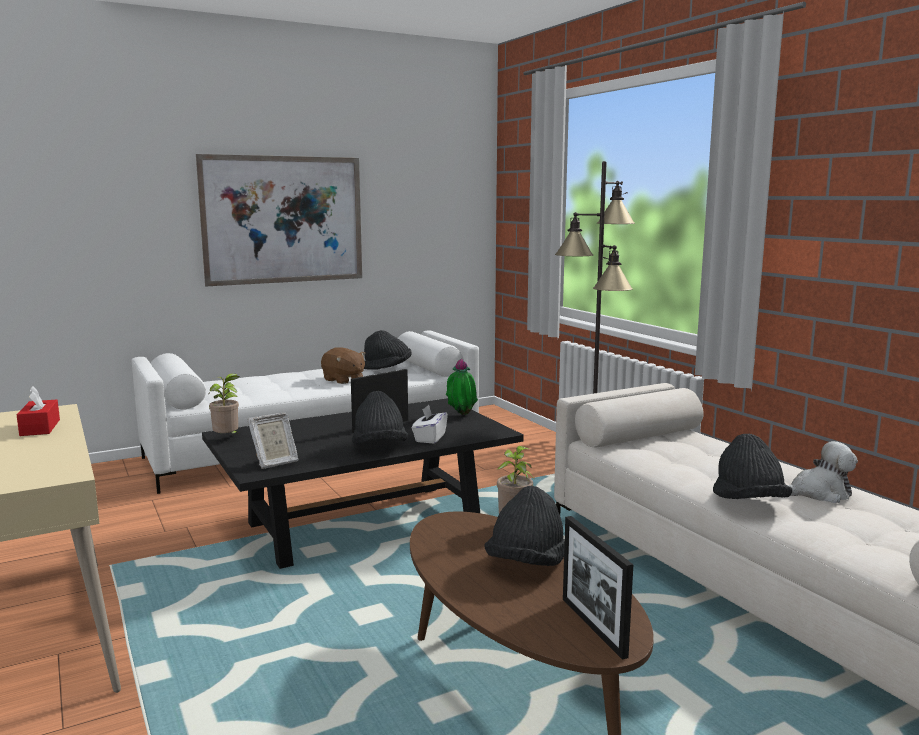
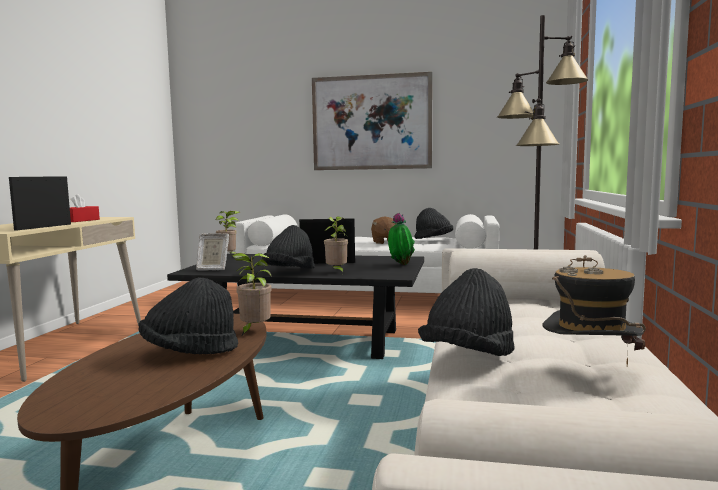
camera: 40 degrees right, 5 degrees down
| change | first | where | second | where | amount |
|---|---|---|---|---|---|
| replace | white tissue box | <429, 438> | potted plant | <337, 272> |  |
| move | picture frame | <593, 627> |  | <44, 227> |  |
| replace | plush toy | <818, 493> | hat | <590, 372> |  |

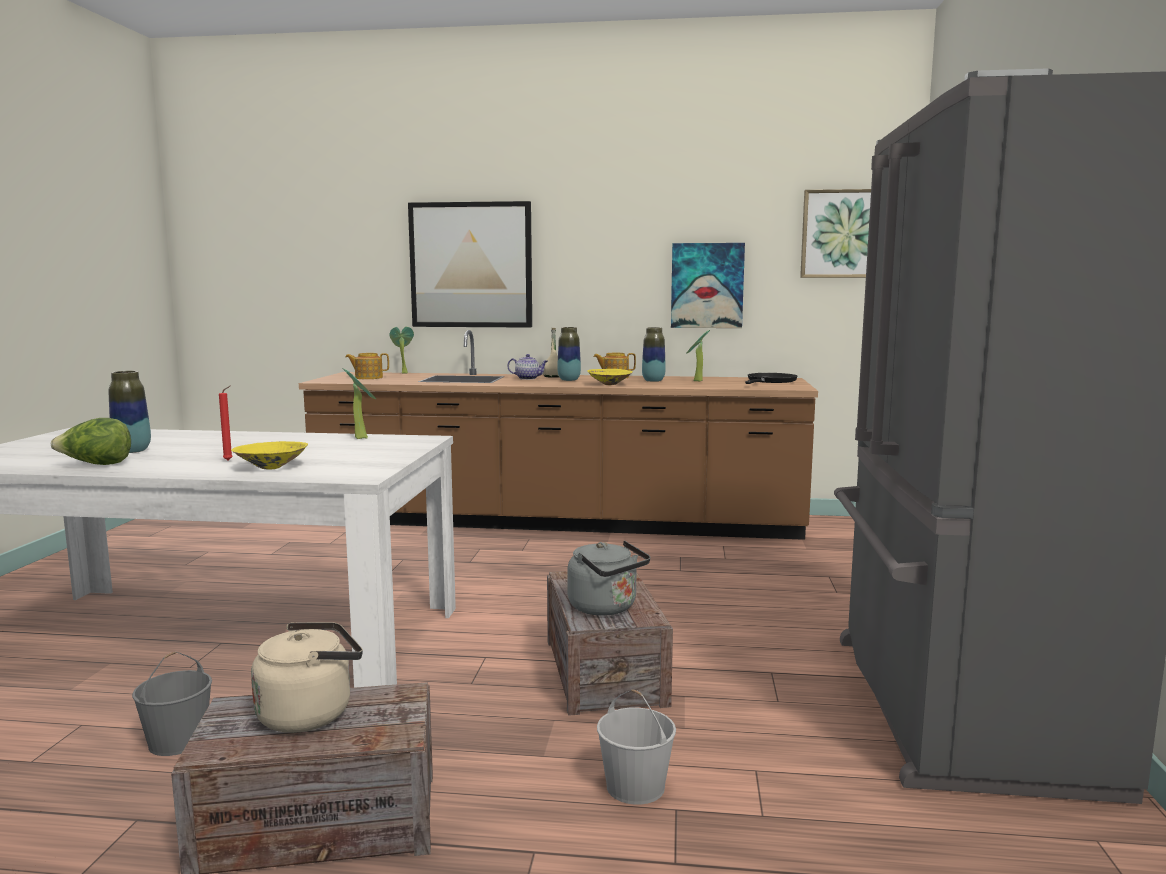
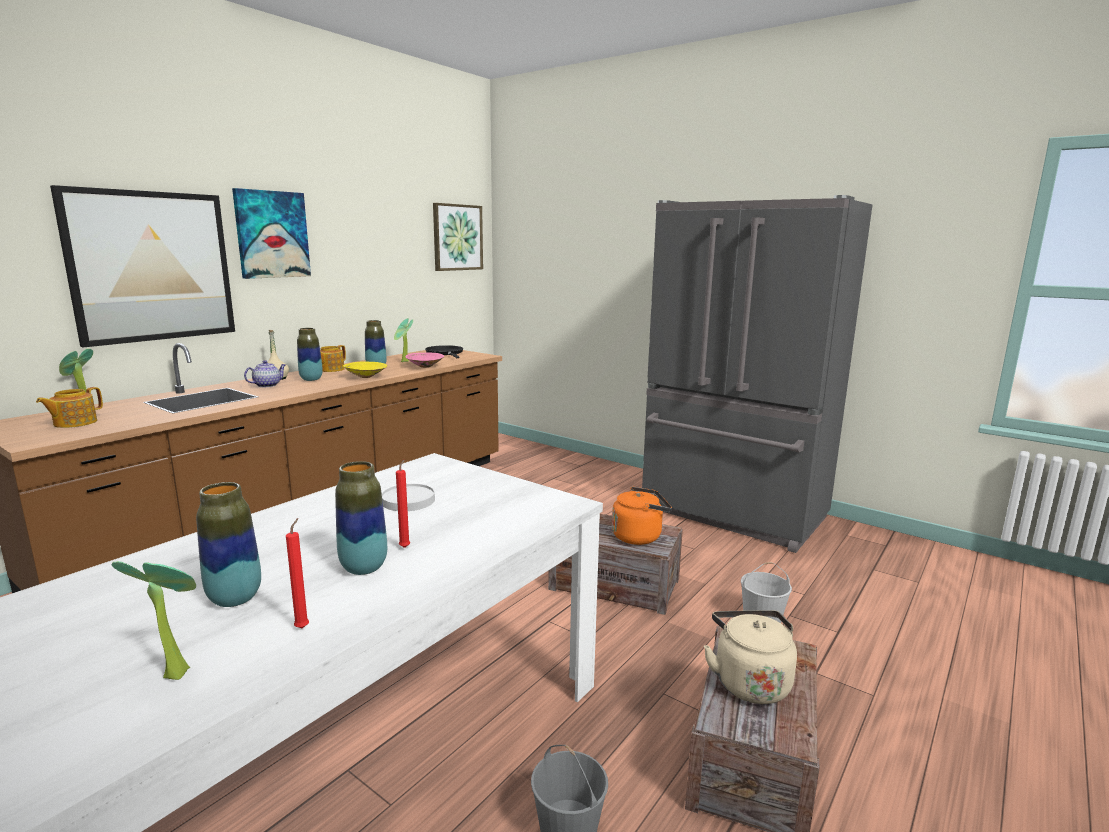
camera: 60 degrees left, 5 degrees up
| change | first | where | second | where | amount |
|---|---|---|---|---|---|
| replace | lettuce | <96, 465> | red candle | <303, 627> |  |
| delete | yellow bowl | <271, 467> |  |  |  |
| move | potted plant | <362, 437> |  | <175, 671> |  |
| recolor | grey kettle | <606, 608> | orange kettle | <639, 536> |  |
| move | picture | <707, 285> |  | <272, 234> |  |
| insert |  |  | vase | <364, 568> |  |
| insert |  |  | white plate | <408, 501> |  |
| insert |  |  | pink bowl | <425, 367> |  |

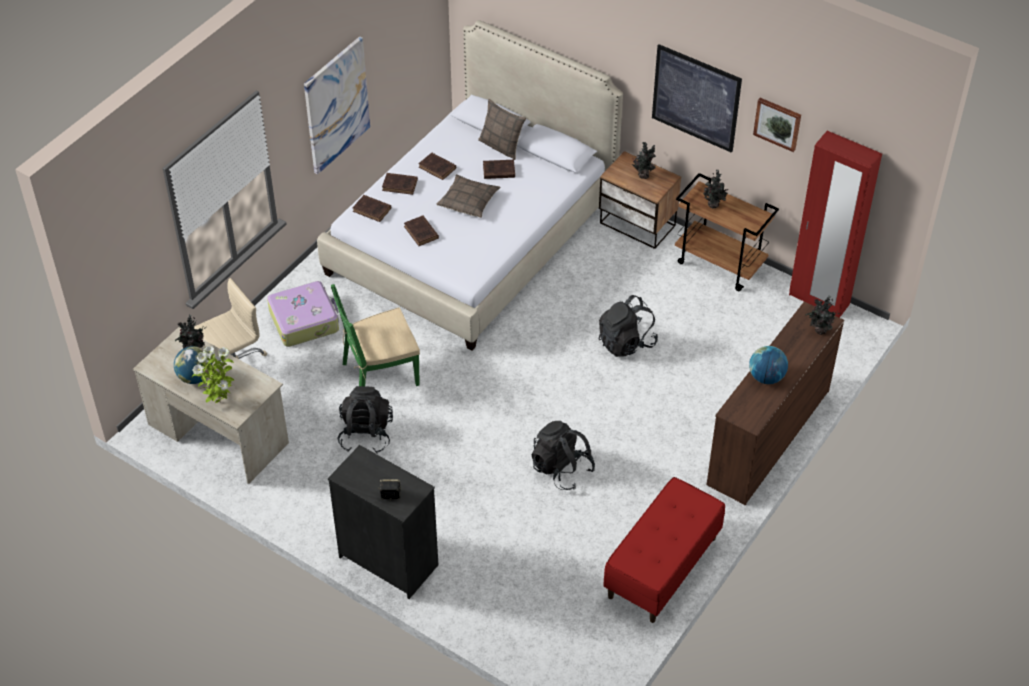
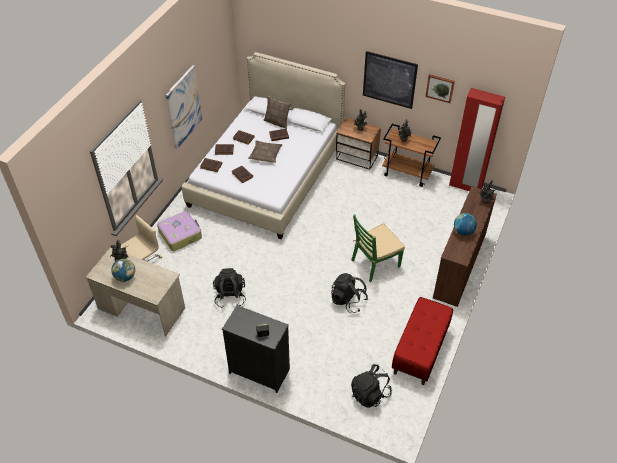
camera: 10 degrees left, 0 degrees up
| change | first | where | second | where | amount |
|---|---|---|---|---|---|
| delete | potted plant | <219, 401> |  |  |  |
| move | green chair | <379, 374> |  | <375, 263> |  |
| move | black backpack | <626, 342> |  | <370, 394> |  |

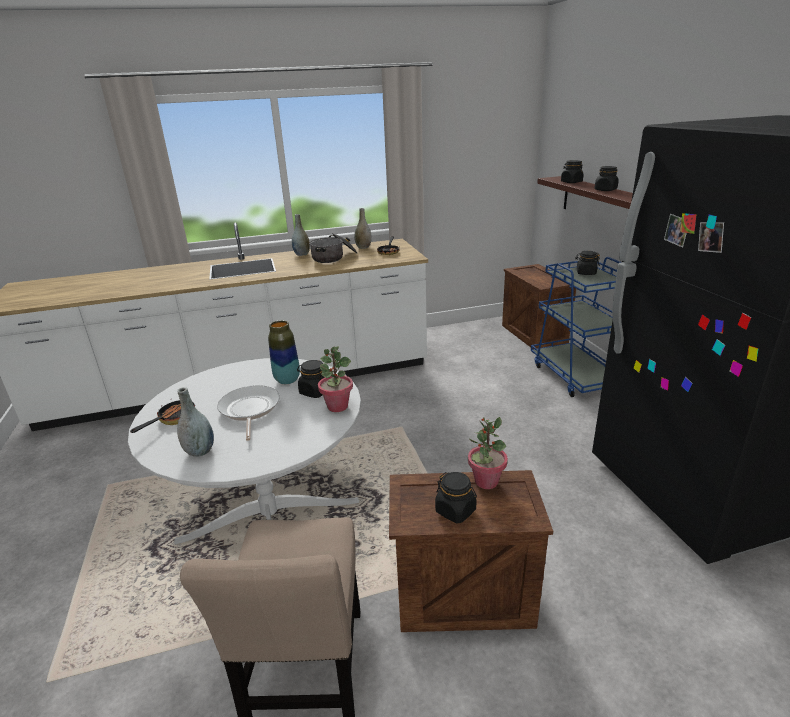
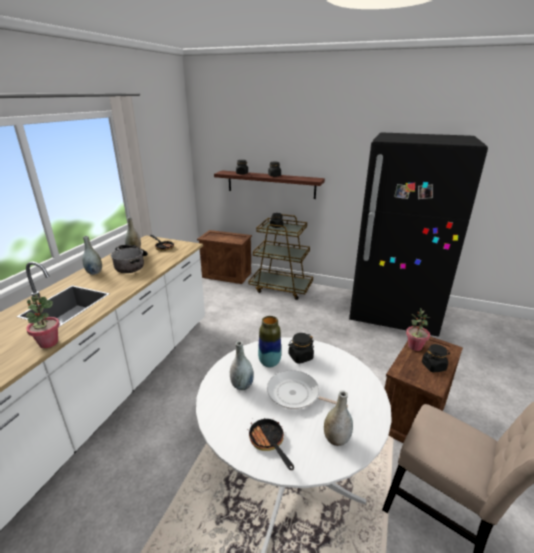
camera: 55 degrees left, 0 degrees up
| change | first | where | second | where | amount |
|---|---|---|---|---|---|
| move | potted plant | <337, 406> |  | <48, 343> |  |
| recolor | blue cart | <575, 375> | brown cart | <281, 288> |  |
| insert |  |  | grey vase | <242, 385> |  |

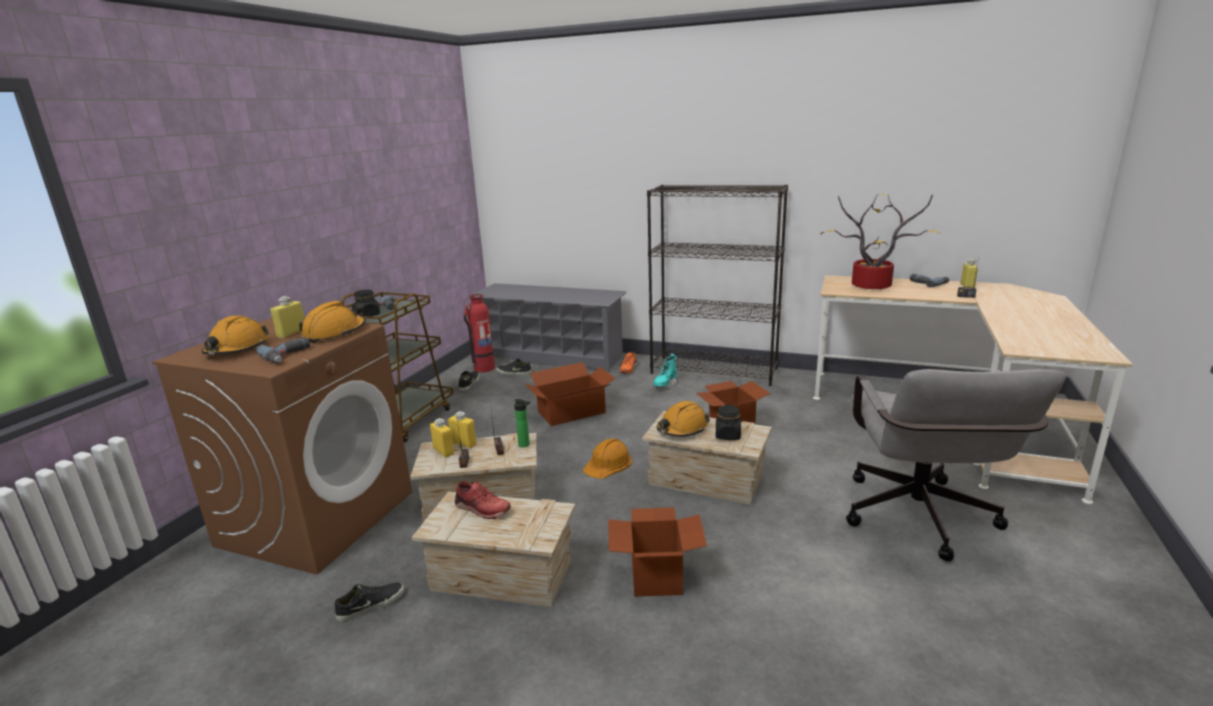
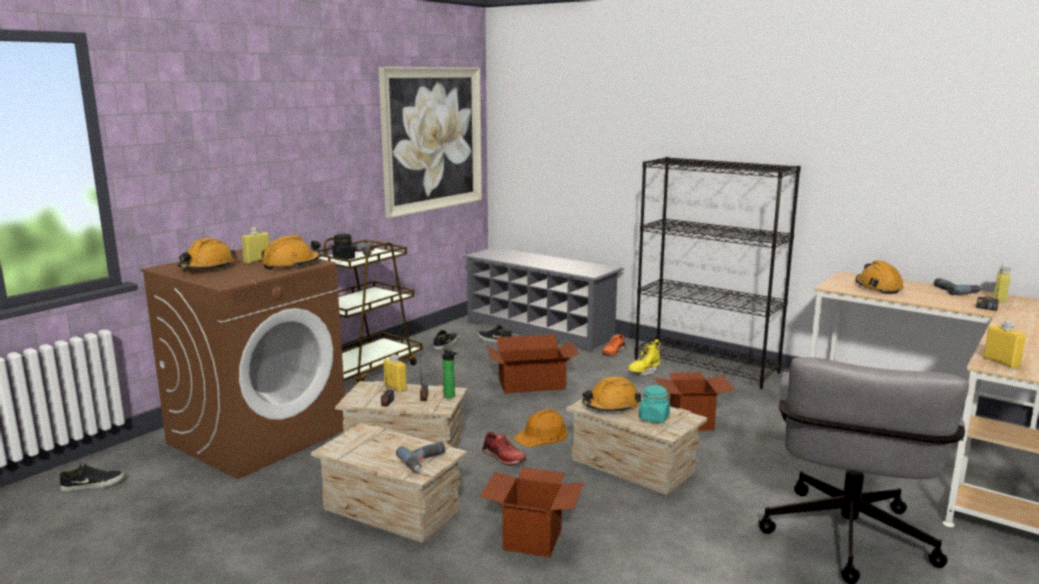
camera: 15 degrees right, 5 degrees down
| change | first | where | second | where | amount |
|---|---|---|---|---|---|
| move | power drill | <289, 356> |  | <425, 461> |  |
| move | black shoe | <371, 604> |  | <93, 484> |  |
| move | yellow bottle | <443, 451> |  | <1001, 362> |  |
| move | red shoe | <481, 509> |  | <503, 457> |  |
| delete | fire extinguisher | <483, 368> |  |  |  |
| recolor | turquoise boot | <665, 385> | yellow boot | <643, 372> |  |
| recolor | black jar | <728, 435> | turquoise jar | <654, 418> |  |
| replace | potted plant | <869, 287> | orange hard hat | <878, 287> |  |
| insert |  |  | picture | <432, 139> |  |

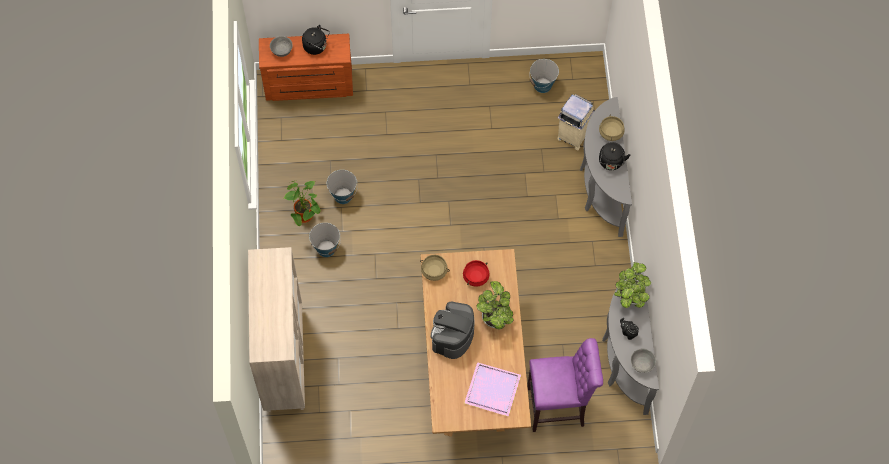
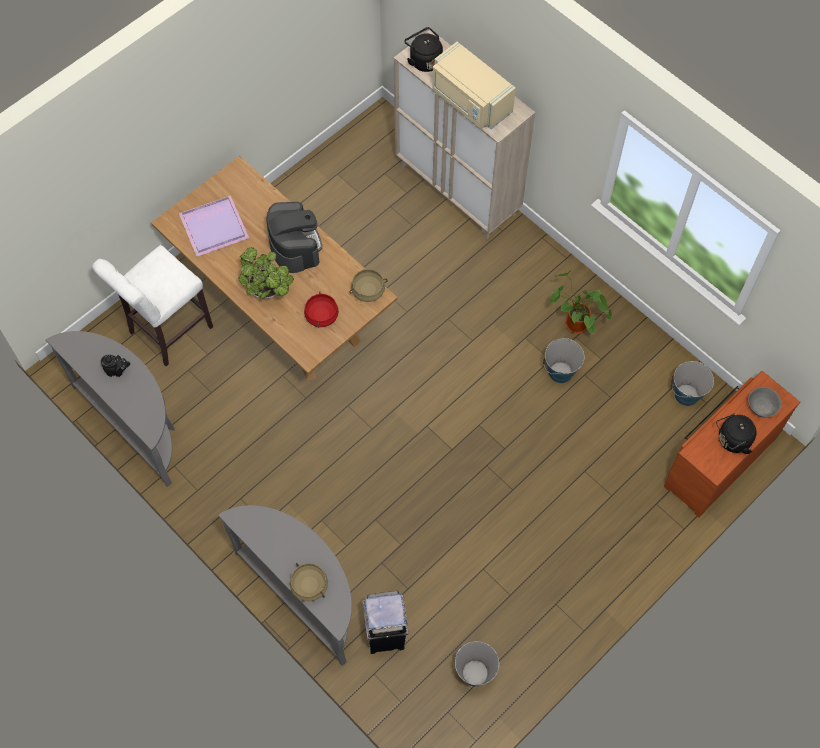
camera: 140 degrees right, 0 degrees up
| change | first | where | second | where | amount |
|---|---|---|---|---|---|
| move | bucket | <326, 248> |  | <686, 395> |  |
| recolor | purple stool | <559, 407> | white stool | <167, 332> |  |
| move | black kettle | <611, 163> |  | <424, 60> |  |
| delete | potted plant | <629, 297> |  |  |  |
| delete | grey bowl | <642, 364> |  |  |  |
| insert |  |  | beige microwave | <470, 101> |  |

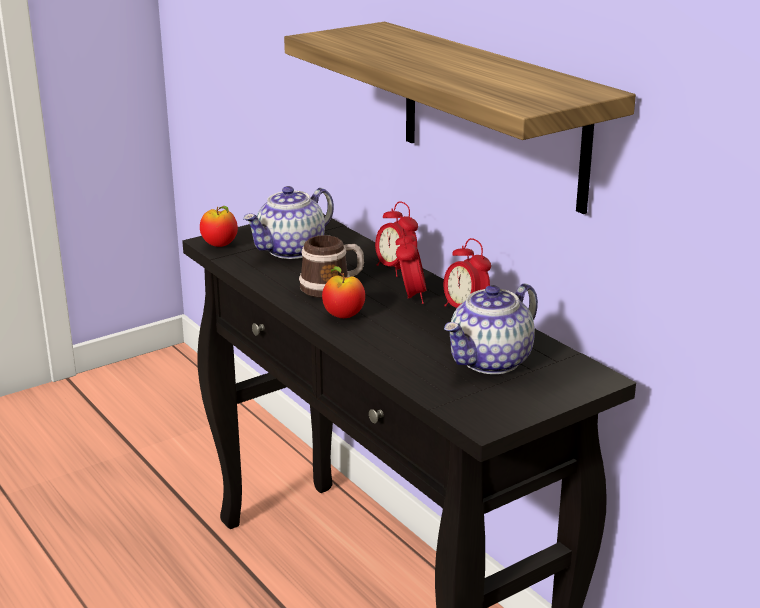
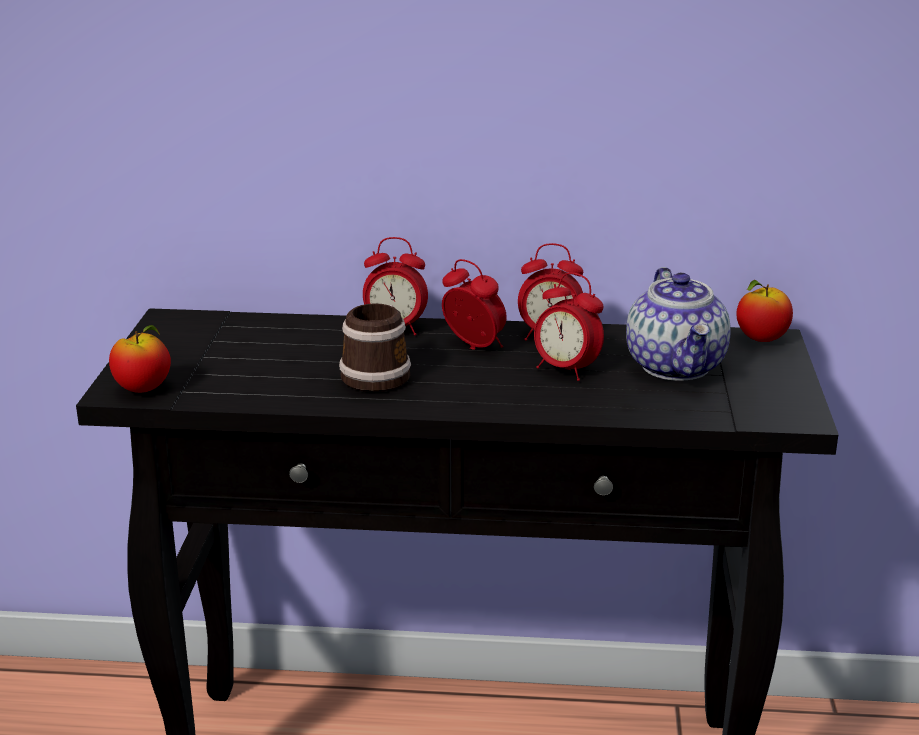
camera: 50 degrees left, 0 degrees up
| change | first | where | second | where | amount |
|---|---|---|---|---|---|
| delete | teapot | <291, 250> |  |  |  |
| delete | shelf | <492, 114> |  |  |  |
| move | apple | <343, 316> |  | <761, 339> |  |
| insert |  |  | alarm clock | <566, 370> |  |

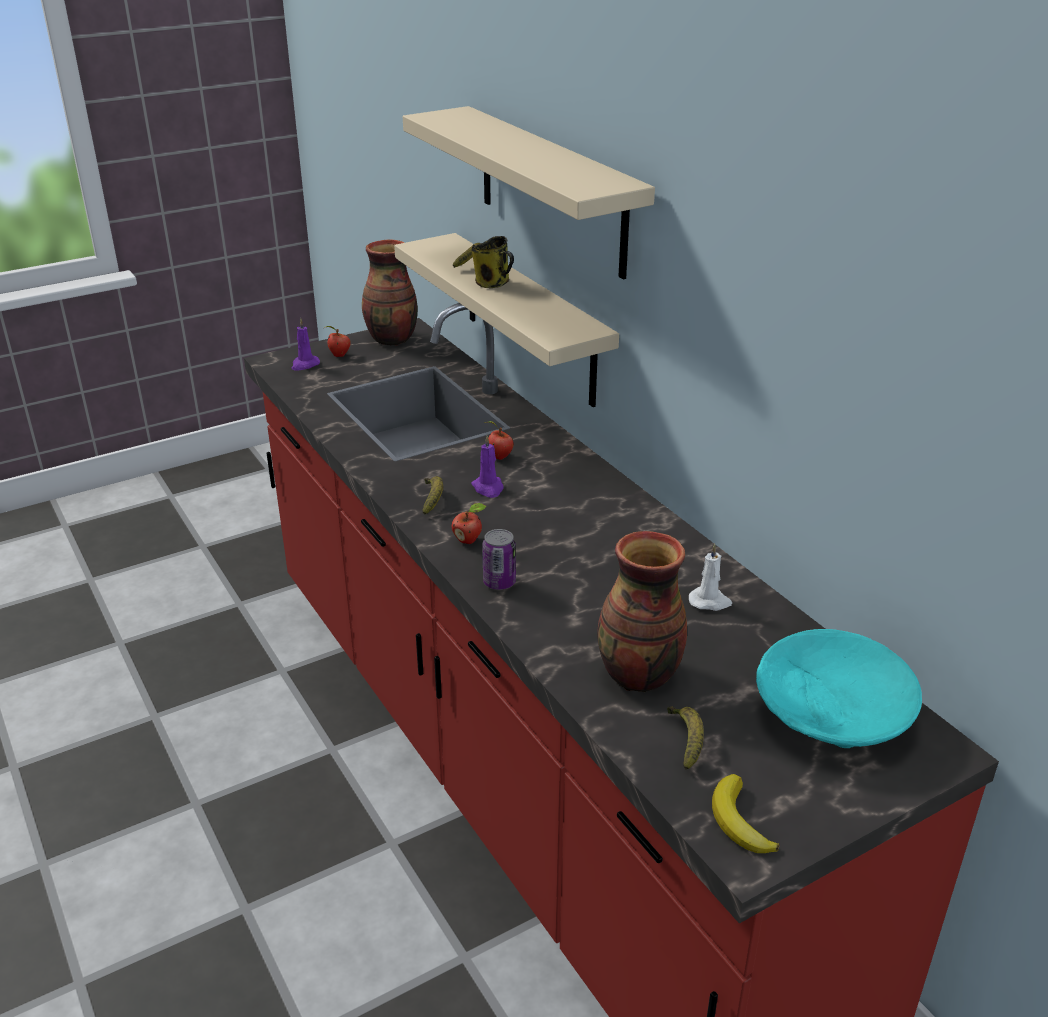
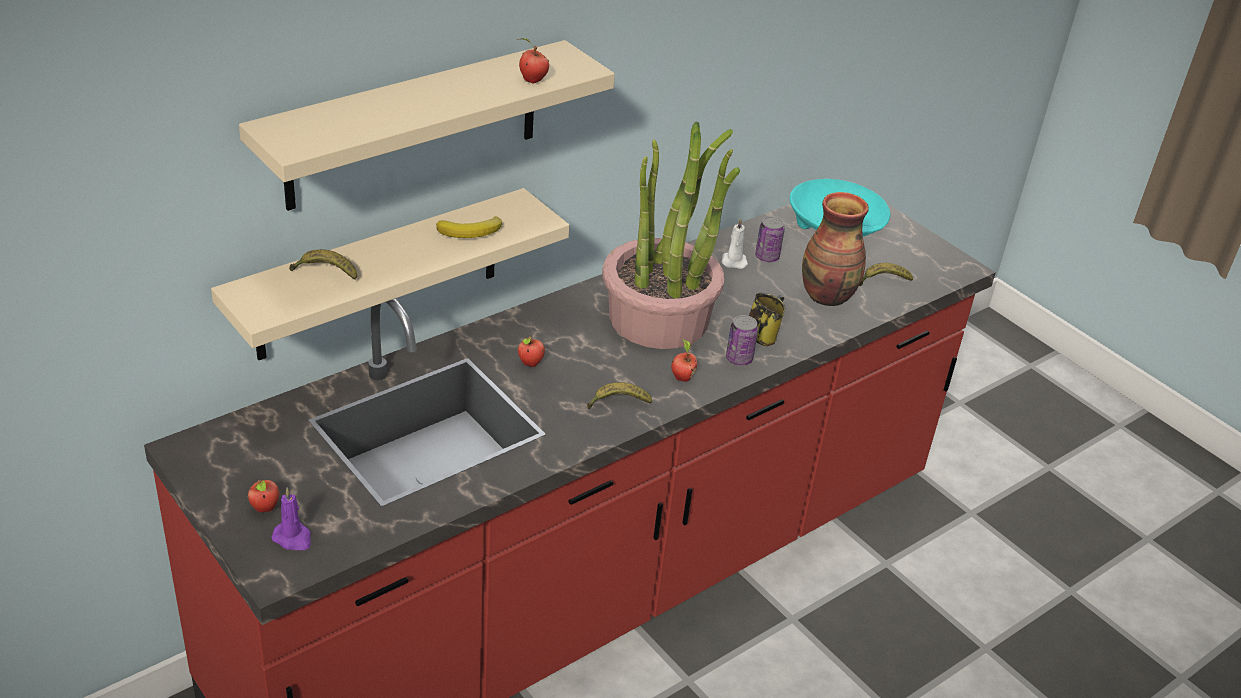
camera: 100 degrees left, 5 degrees up
| change | first | where | second | where | amount |
|---|---|---|---|---|---|
| delete | vase | <392, 339> |  |  |  |
| delete | purple candle | <488, 488> |  |  |  |
| move | mug | <494, 283> |  | <763, 336> |  |
| move | banana | <739, 821> |  | <472, 231> |  |
| insert |  |  | apple | <531, 80> |  |
| insert |  |  | potted plant | <659, 319> |  |
| insert |  |  | can | <767, 257> |  |

